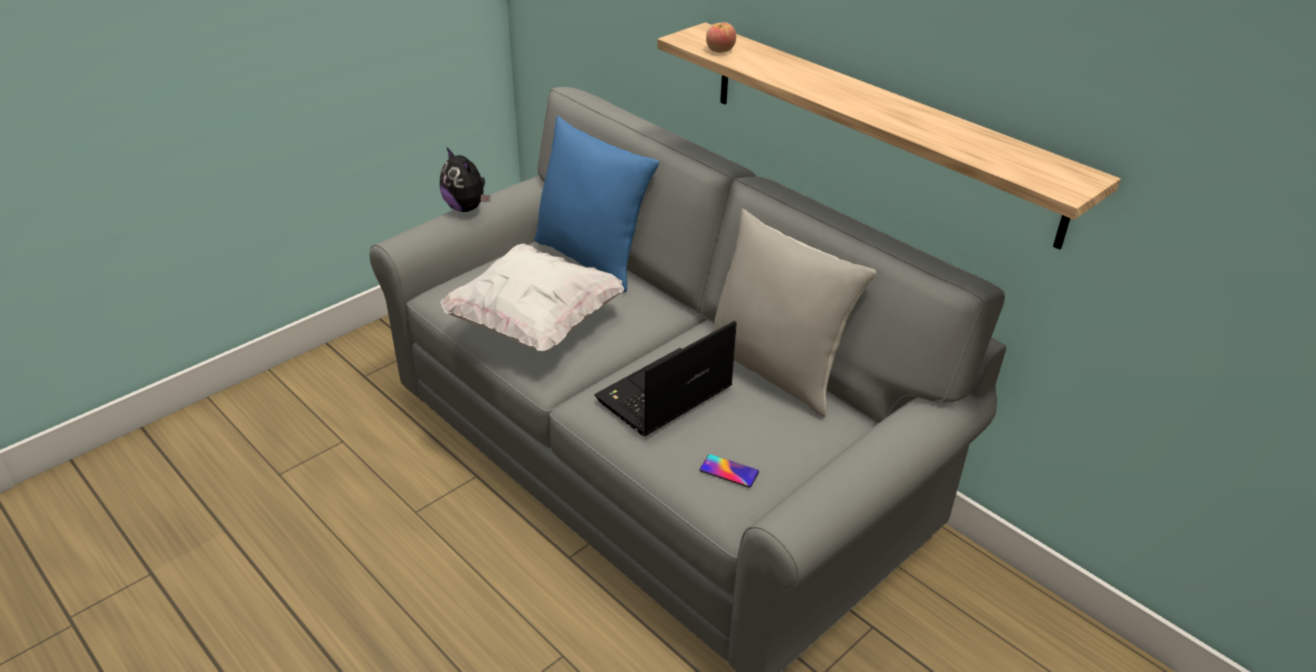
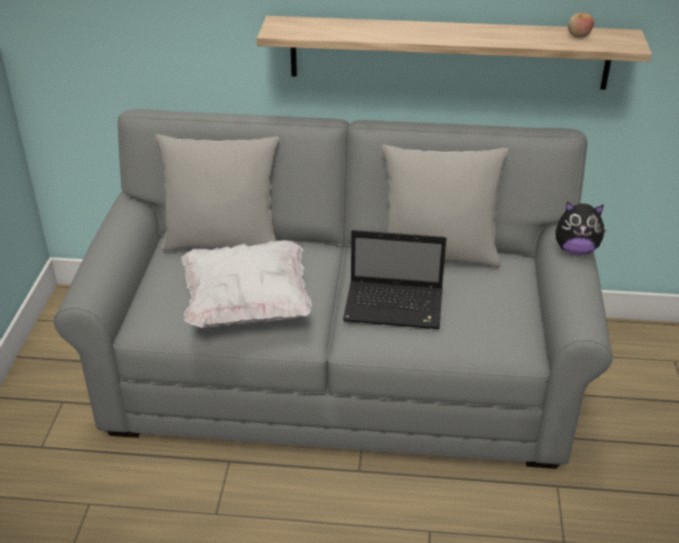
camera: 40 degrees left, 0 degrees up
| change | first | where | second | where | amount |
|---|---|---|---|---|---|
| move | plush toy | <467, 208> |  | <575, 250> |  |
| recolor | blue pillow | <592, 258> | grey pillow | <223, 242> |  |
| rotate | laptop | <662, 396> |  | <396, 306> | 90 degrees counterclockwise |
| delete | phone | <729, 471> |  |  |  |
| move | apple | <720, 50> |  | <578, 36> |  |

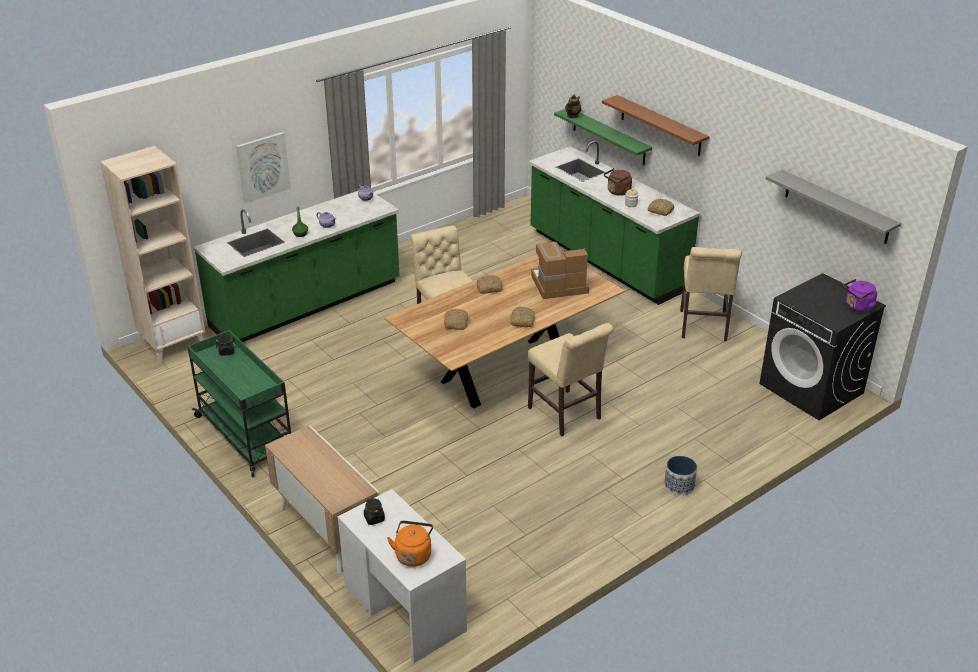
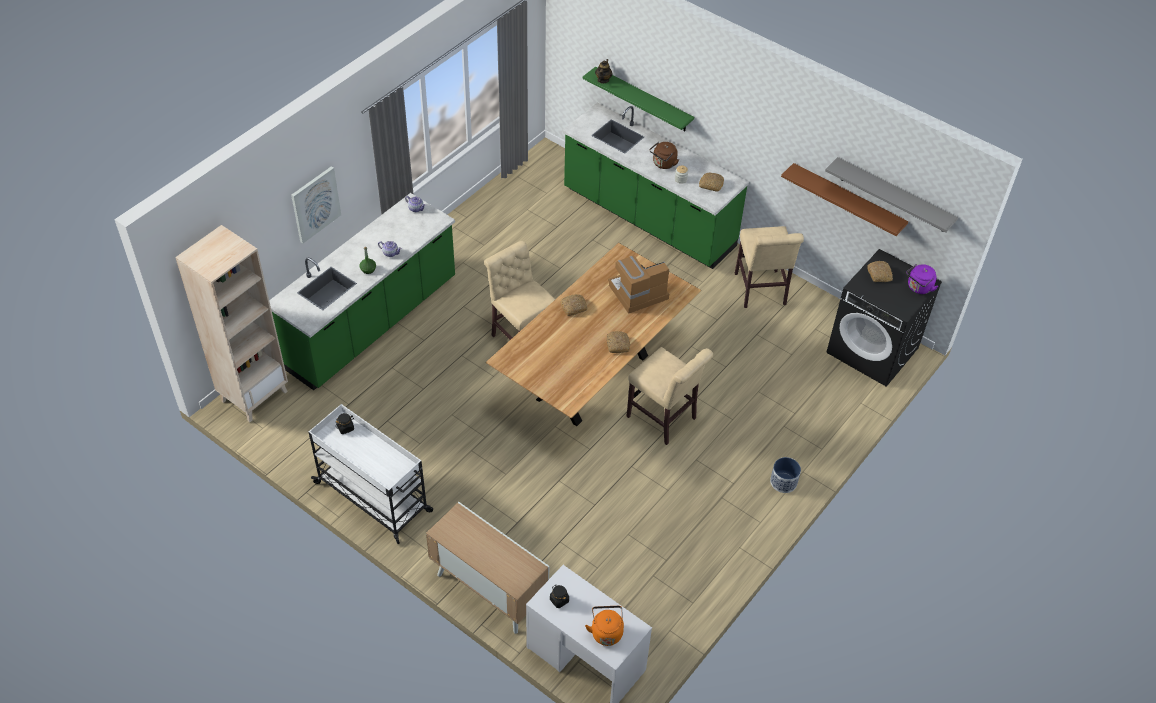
camera: 15 degrees left, 15 degrees up
| change | first | where | second | where | amount |
|---|---|---|---|---|---|
| recolor | green cart | <247, 437> | white cart | <374, 498> |  |
| move | bread | <456, 323> |  | <879, 274> |  |
| move | brown shelf | <660, 125> |  | <847, 200> |  |

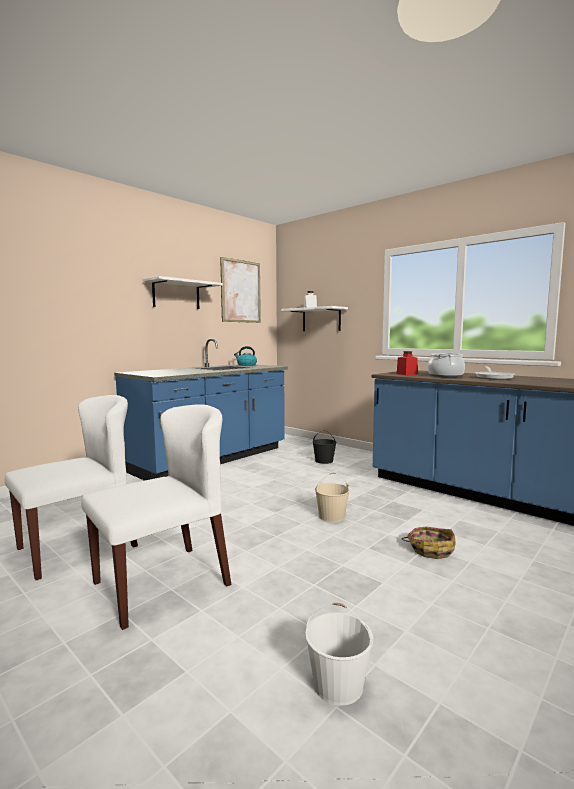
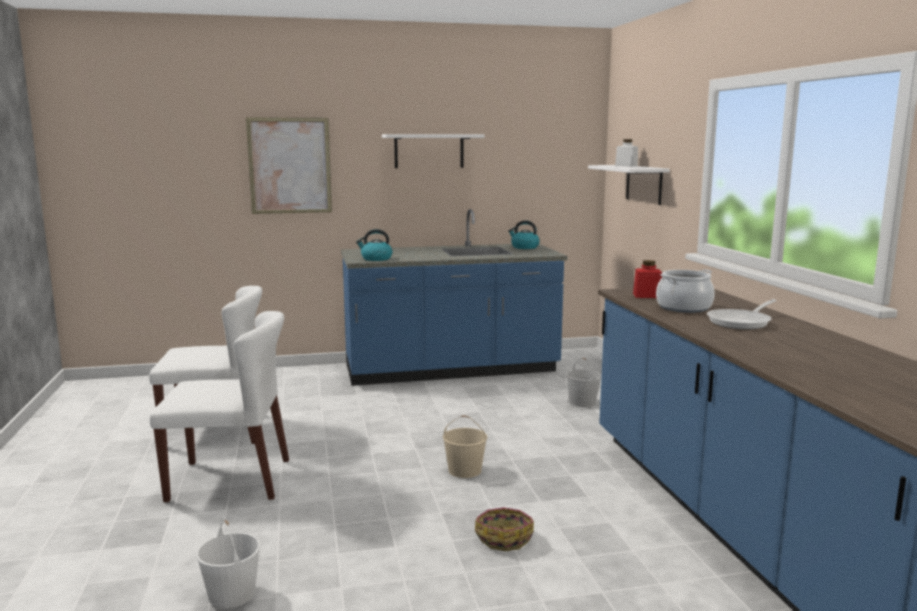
camera: 35 degrees right, 5 degrees up
| change | first | where | second | where | amount |
|---|---|---|---|---|---|
| move | picture | <241, 291> |  | <290, 166> |  |
| recolor | black bucket | <324, 461> | white bucket | <583, 402> |  |
| insert |  |  | kettle | <376, 259> |  |

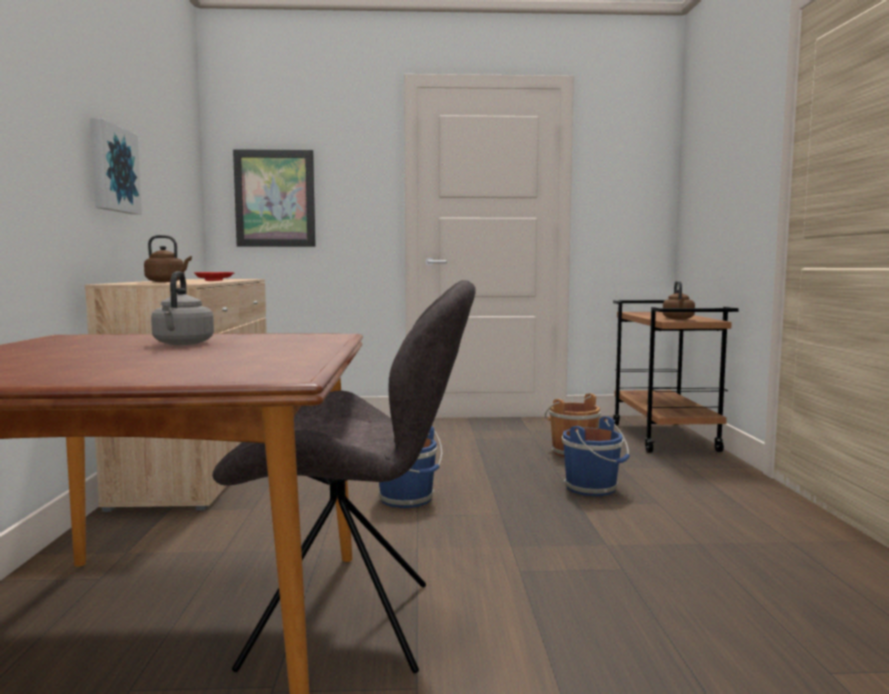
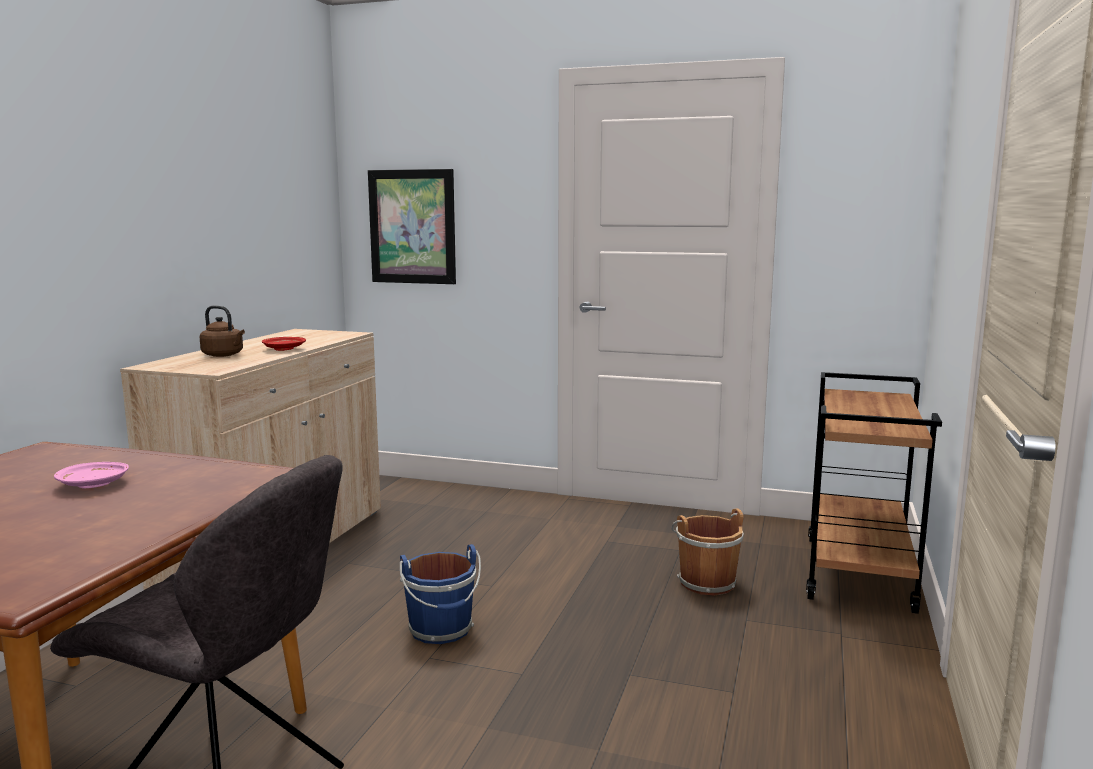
camera: 20 degrees right, 5 degrees up
| change | first | where | second | where | amount |
|---|---|---|---|---|---|
| delete | picture | <112, 169> |  |  |  |
| replace | grey kettle | <182, 344> | pink plate | <94, 484> |  |
| delete | blue bucket | <593, 488> |  |  |  |
| delete | brown kettle | <678, 319> |  |  |  |

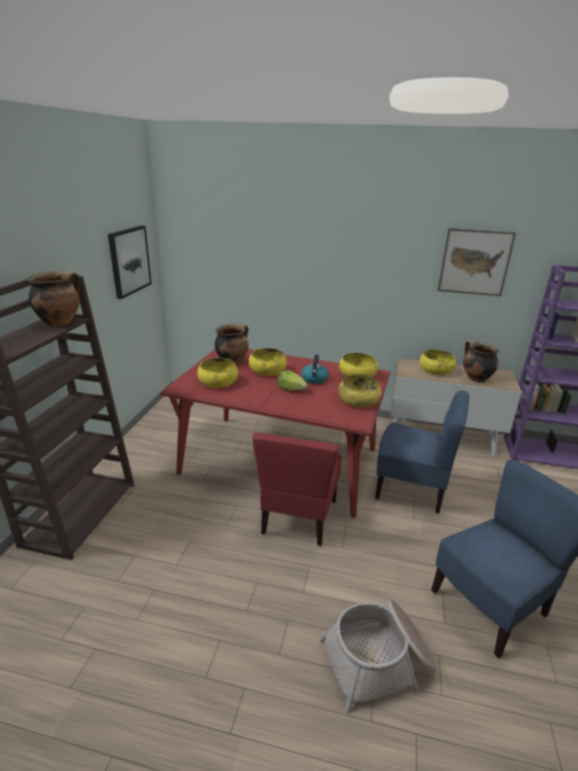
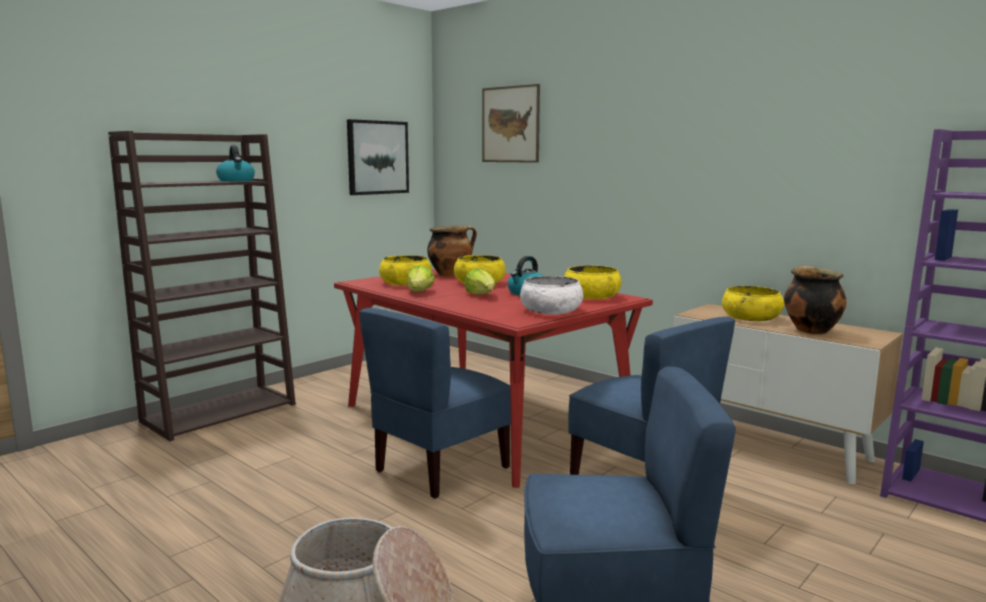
camera: 30 degrees right, 15 degrees down
| change | first | where | second | where | amount |
|---|---|---|---|---|---|
| replace | cooking pot | <60, 322> | kettle | <236, 180> |  |
| recolor | red chair | <298, 517> | blue chair | <440, 469> |  |
| recolor | yellow bowl | <358, 401> | white bowl | <551, 310> |  |
| move | picture | <475, 262> |  | <510, 124> |  |
| insert |  |  | lettuce | <420, 292> |  |

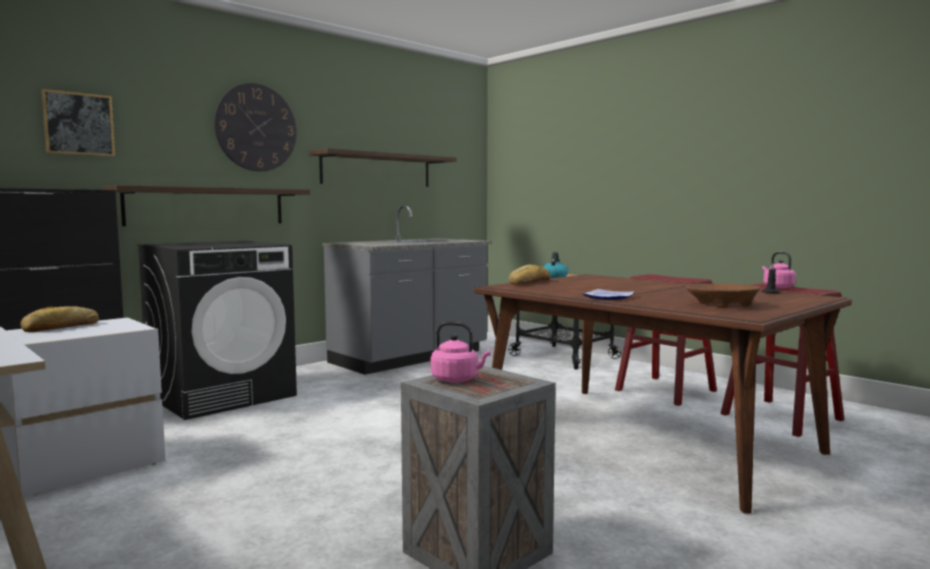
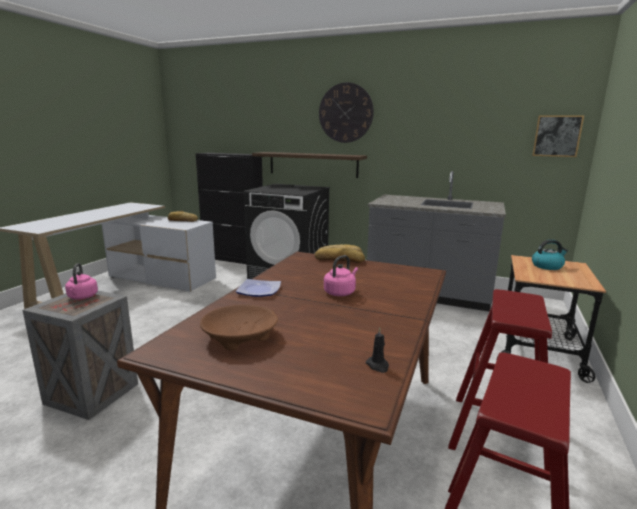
camera: 65 degrees right, 10 degrees up
| change | first | where | second | where | amount |
|---|---|---|---|---|---|
| move | picture | <78, 124> |  | <557, 136> |  |
| delete | shelf | <377, 170> |  |  |  |
| move | pink kettle | <777, 287> |  | <340, 292> |  |

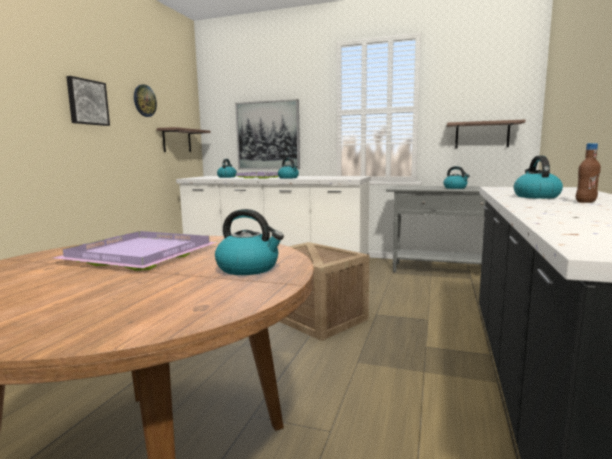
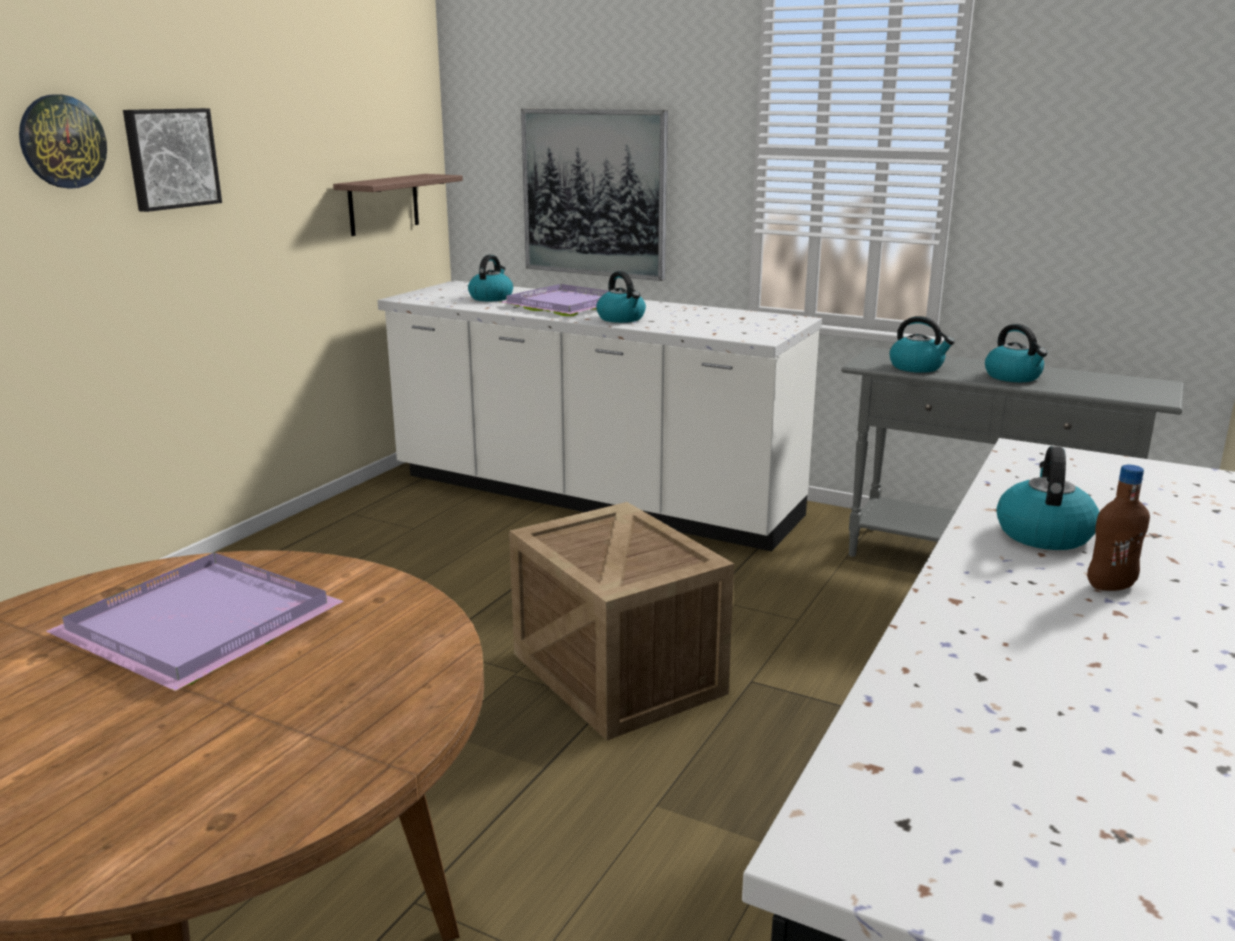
camera: 10 degrees right, 10 degrees up
| change | first | where | second | where | amount |
|---|---|---|---|---|---|
| move | wall clock | <144, 100> |  | <62, 141> |  |
| move | kettle | <249, 268> |  | <917, 367> |  |
| delete | shelf | <482, 135> |  |  |  |

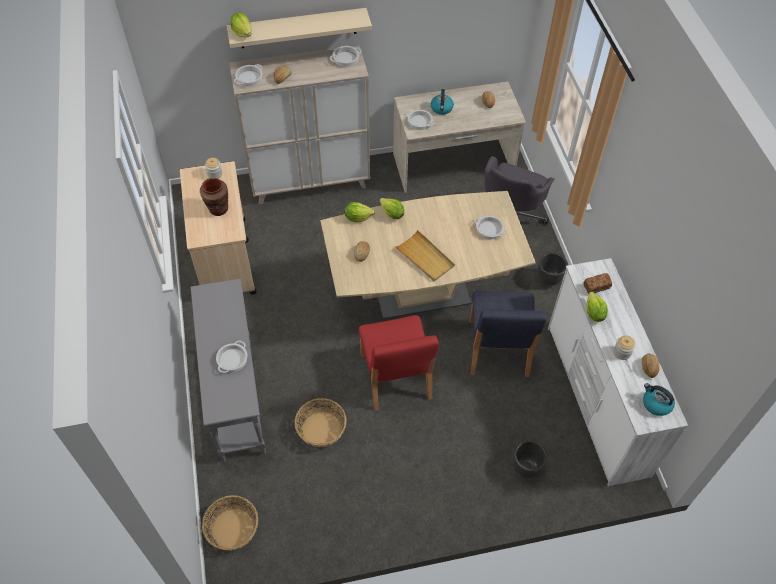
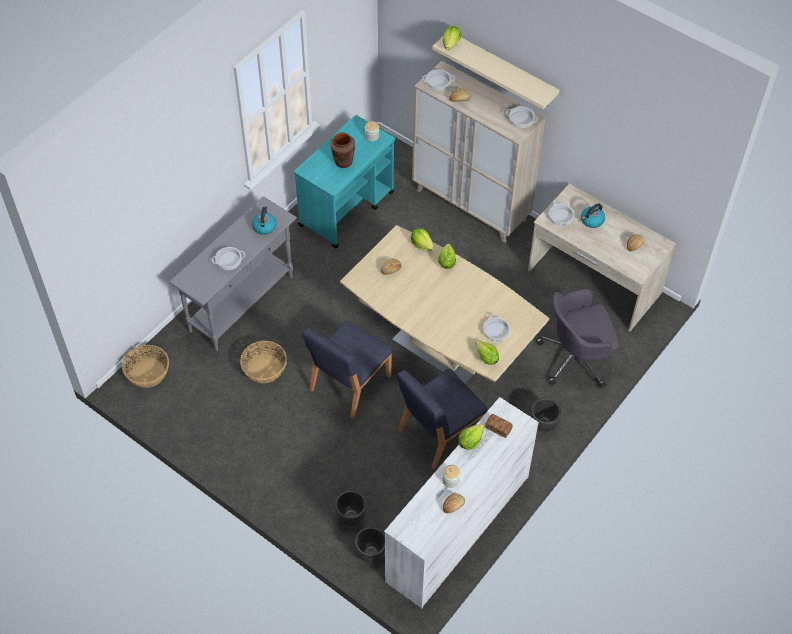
camera: 50 degrees right, 0 degrees up
| change | first | where | second | where | amount |
|---|---|---|---|---|---|
| recolor | beige cart | <225, 259> | turquoise cart | <347, 208> |  |
| recolor | red chair | <395, 377> | blue chair | <349, 383> |  |
| delete | beige tray | <425, 258> |  |  |  |
| move | kettle | <656, 404> |  | <264, 226> |  |
| insert |  |  | black planter | <371, 553> |  |
| insert |  |  | lettuce | <486, 358> |  |

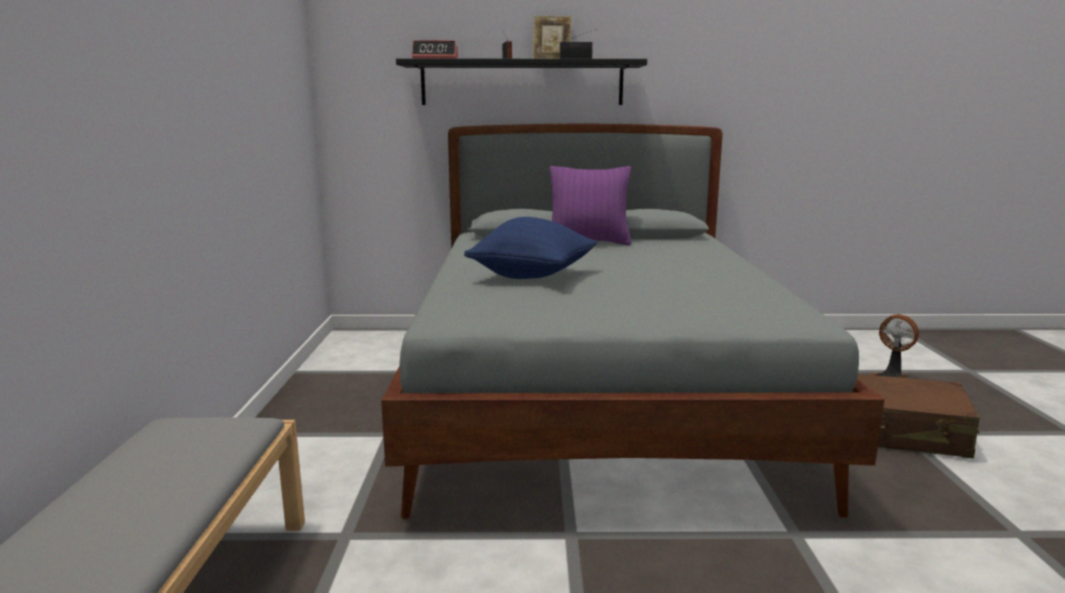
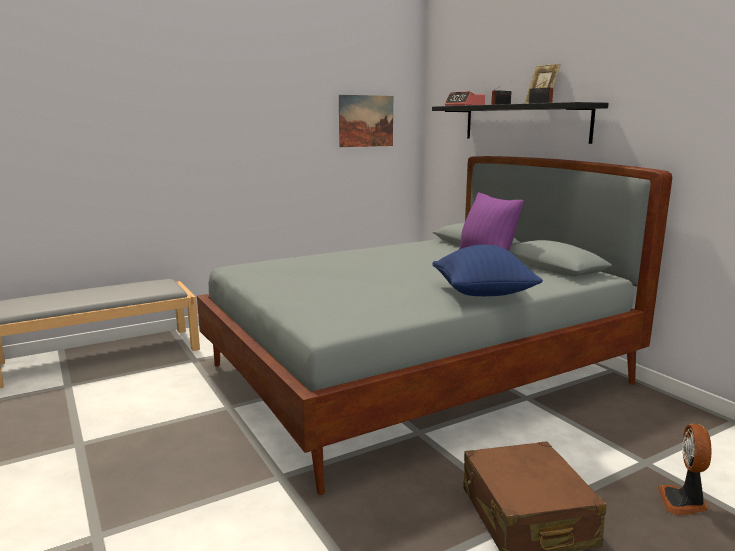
camera: 60 degrees right, 0 degrees up
| change | first | where | second | where | amount |
|---|---|---|---|---|---|
| move | blue pillow | <532, 277> |  | <483, 295> |  |
| insert |  |  | picture | <366, 121> |  |

